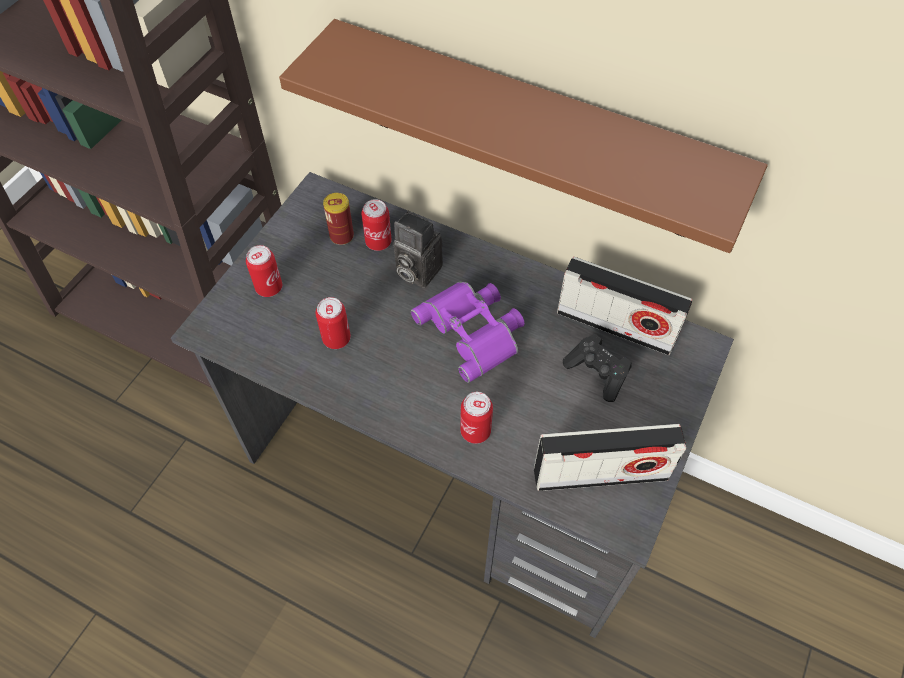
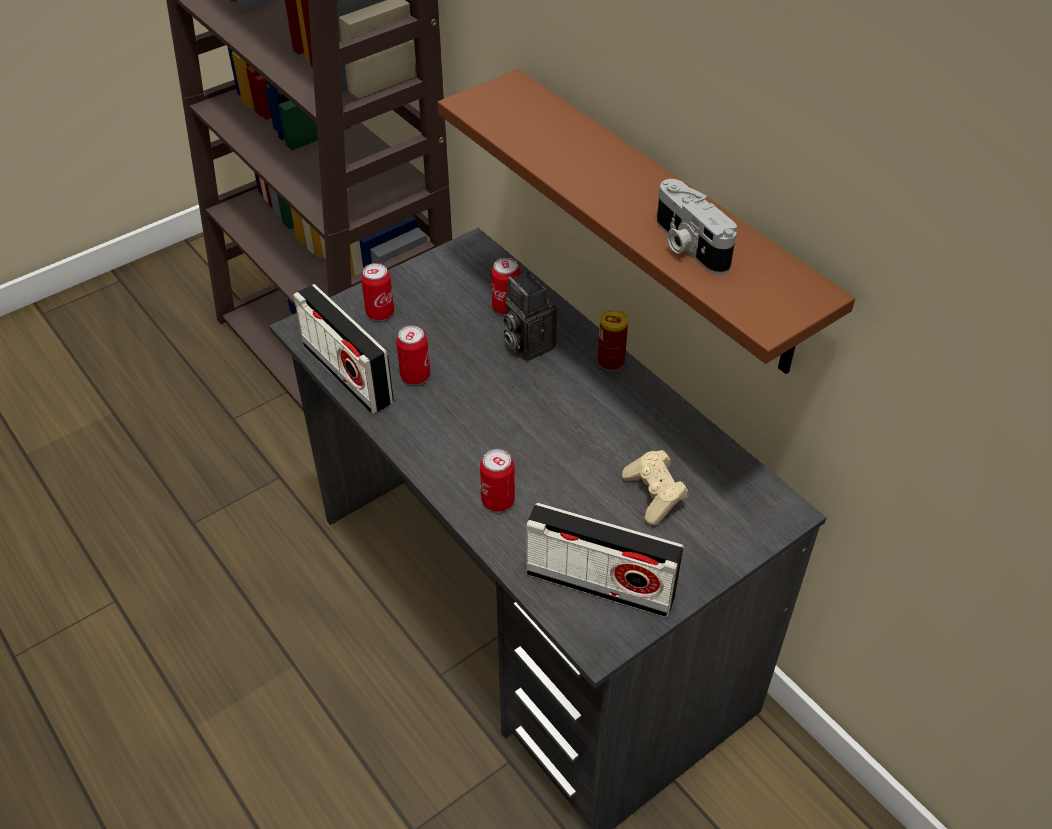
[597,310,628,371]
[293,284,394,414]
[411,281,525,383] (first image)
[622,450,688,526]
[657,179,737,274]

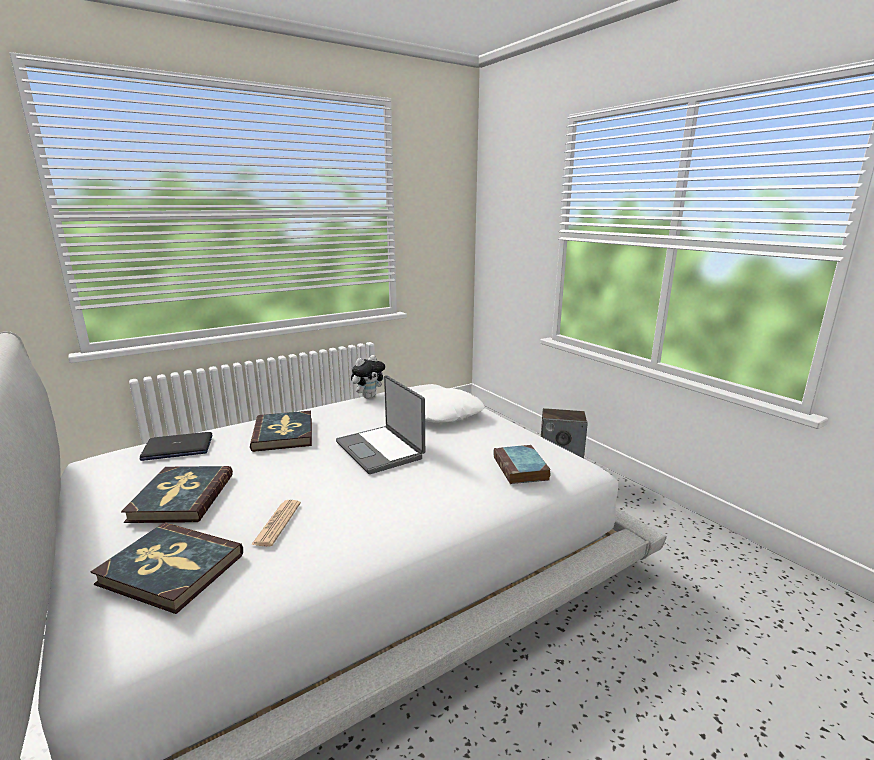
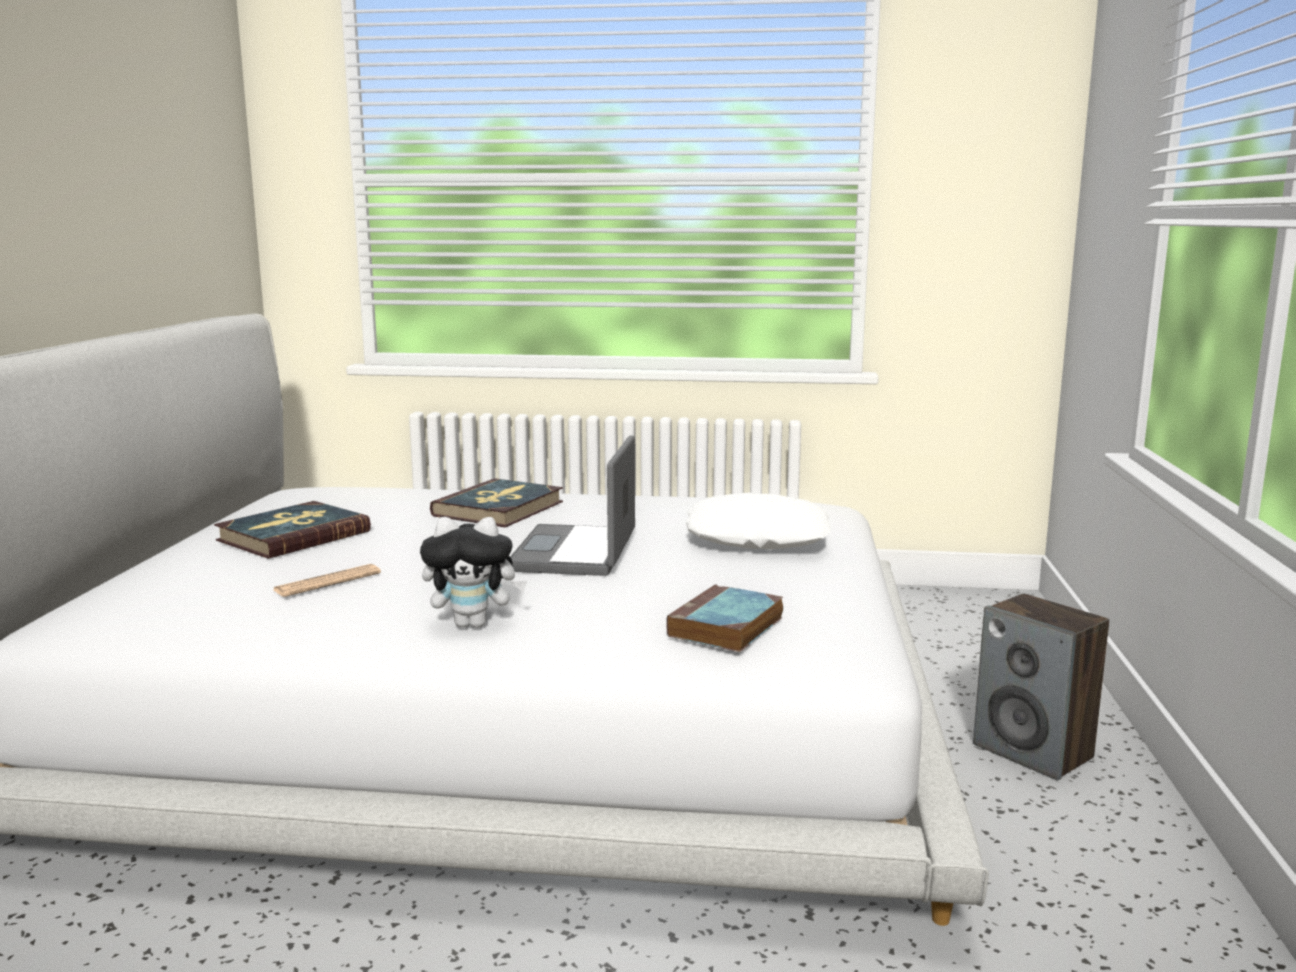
[420,517,527,628]
[139,432,213,461] (first image)
[90,523,243,614] (first image)

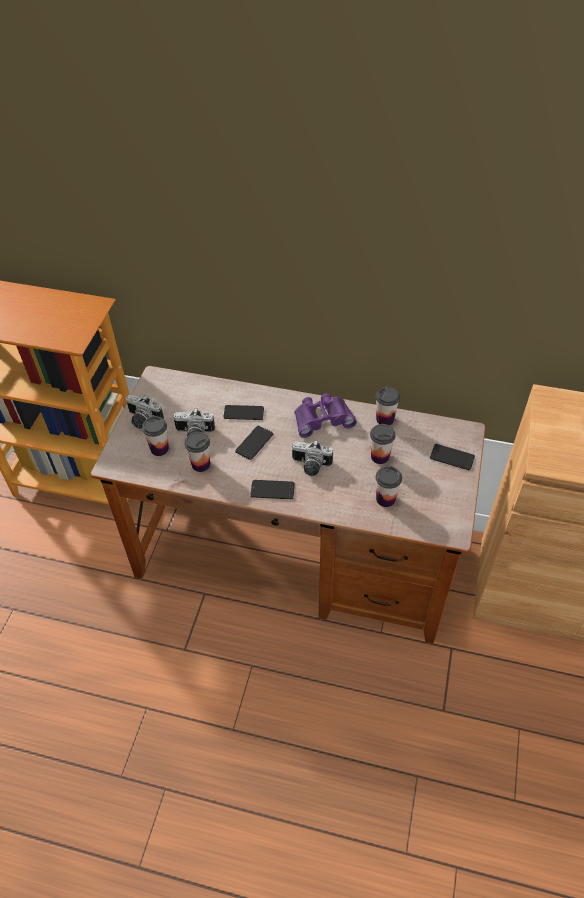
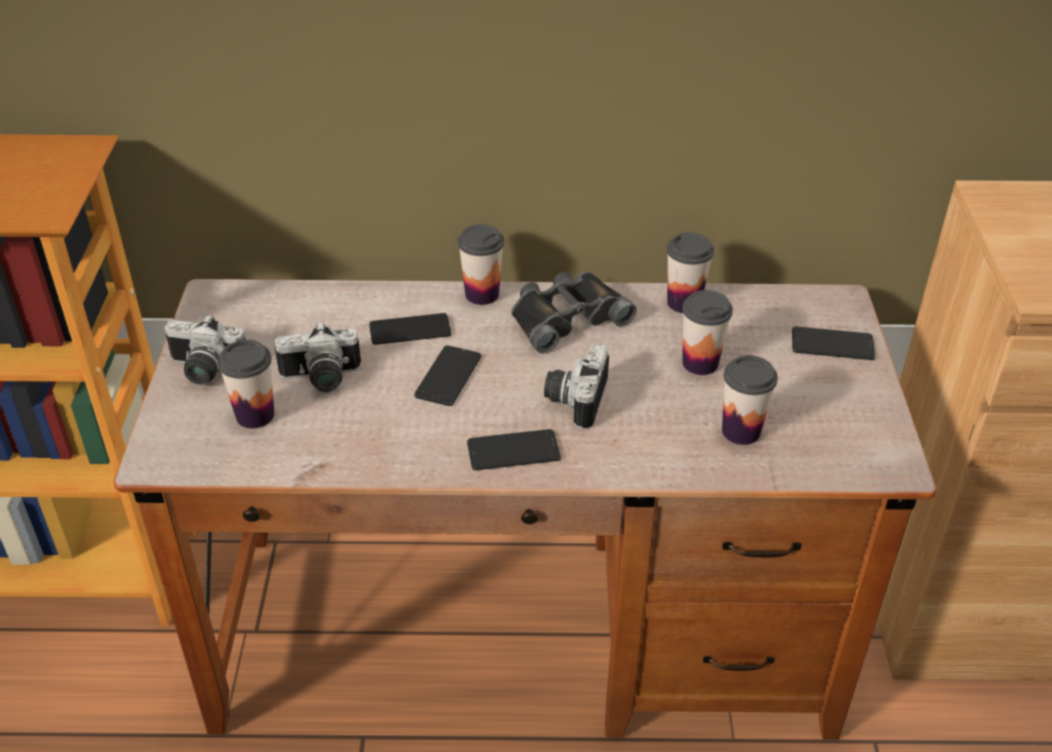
[511,271,637,353]
[458,224,504,305]
[544,344,609,430]

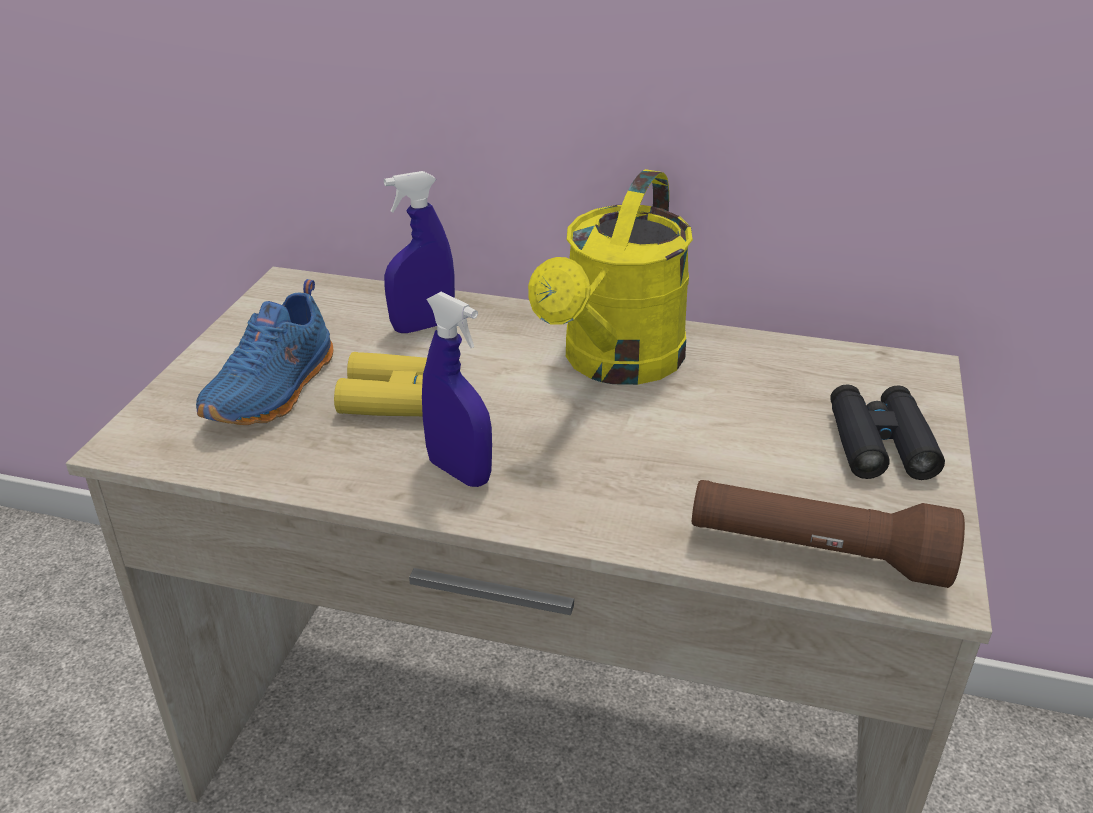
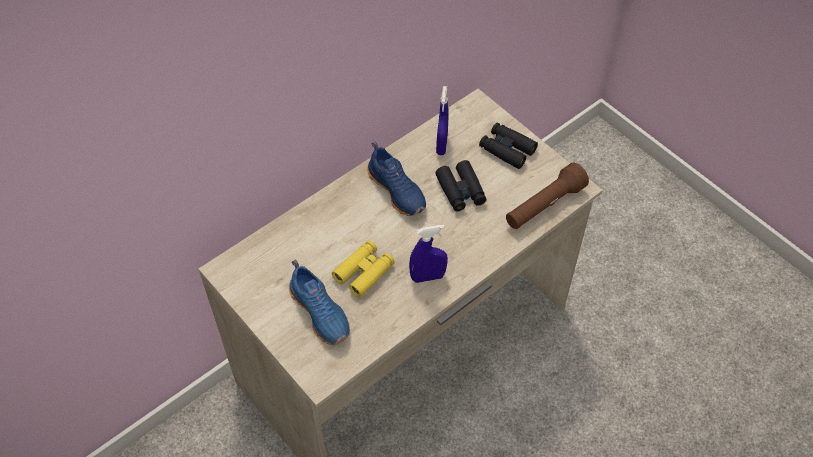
[367,141,426,216]
[436,86,449,155]
[435,160,487,211]

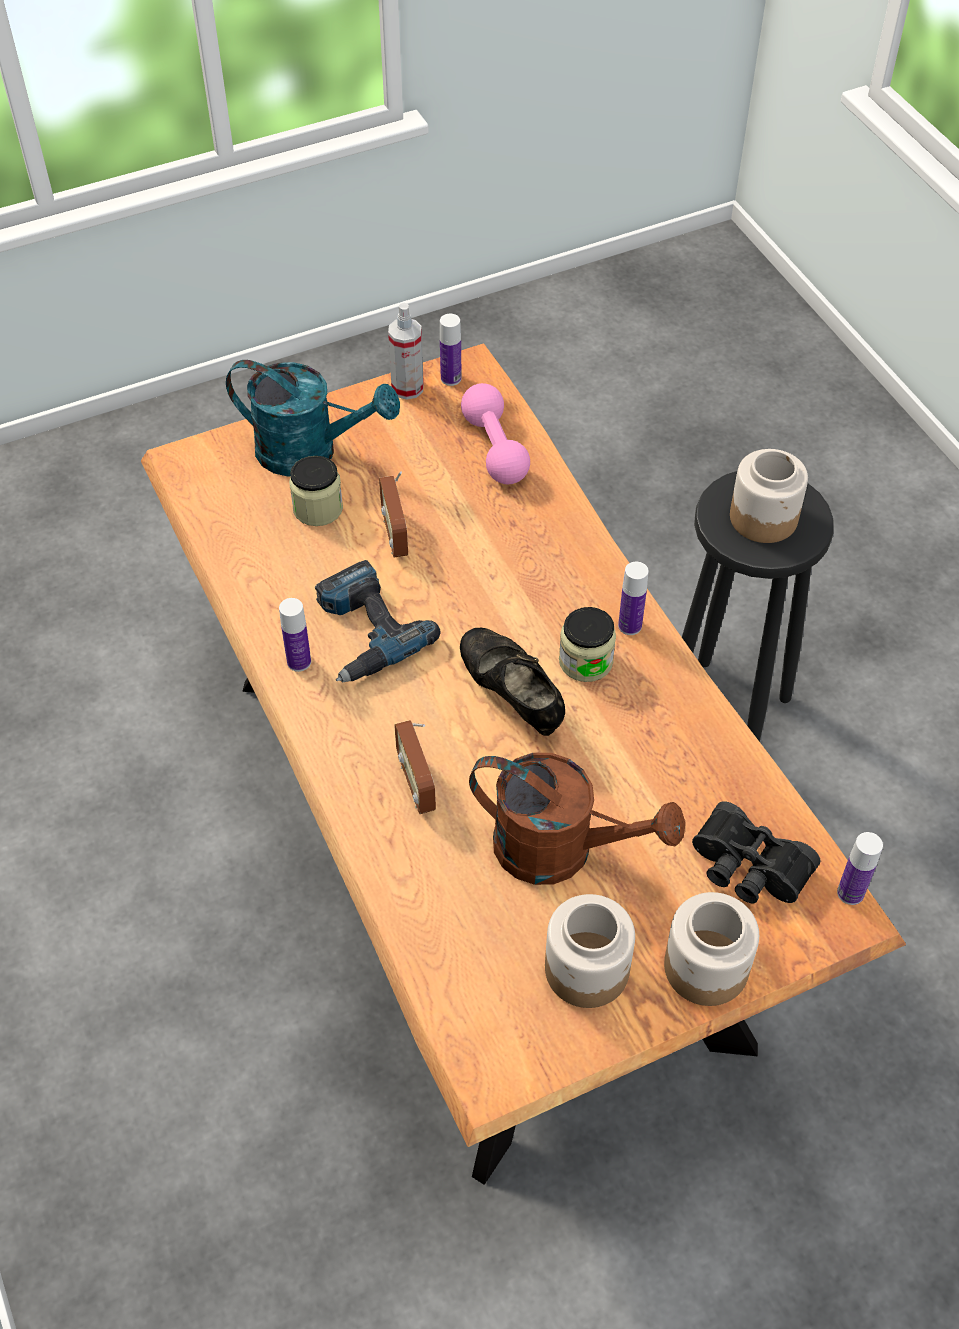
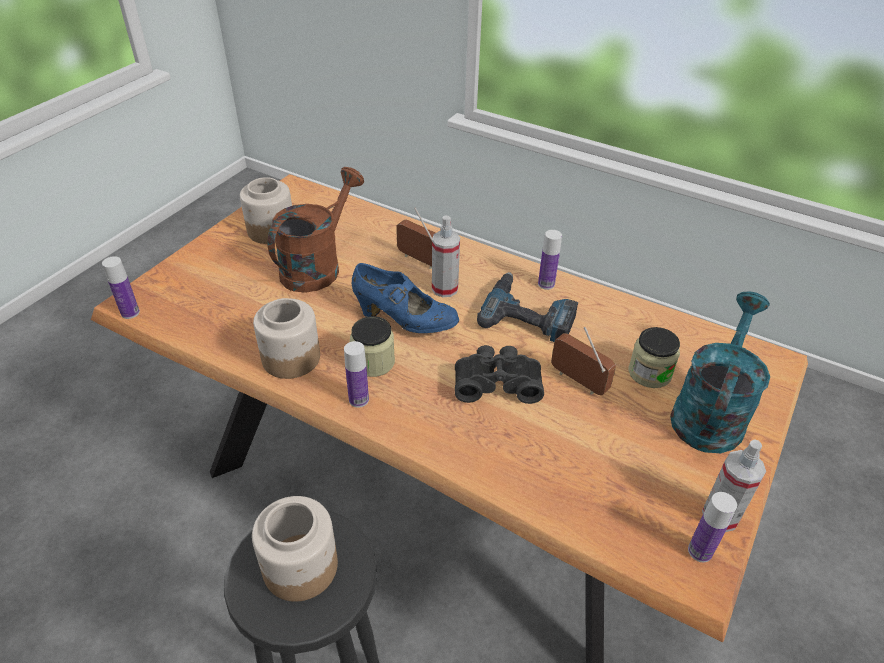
[670,292,770,453]
[461,383,530,485] (first image)
[352,263,459,333]
[268,167,364,293]
[455,345,544,404]
[253,298,320,379]
[432,215,460,297]

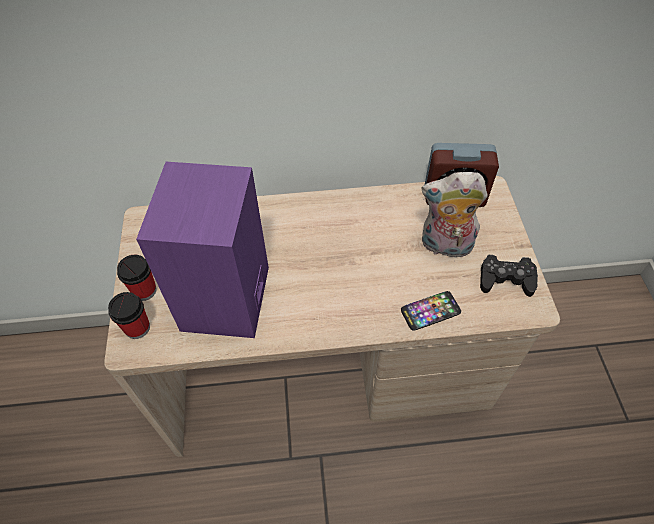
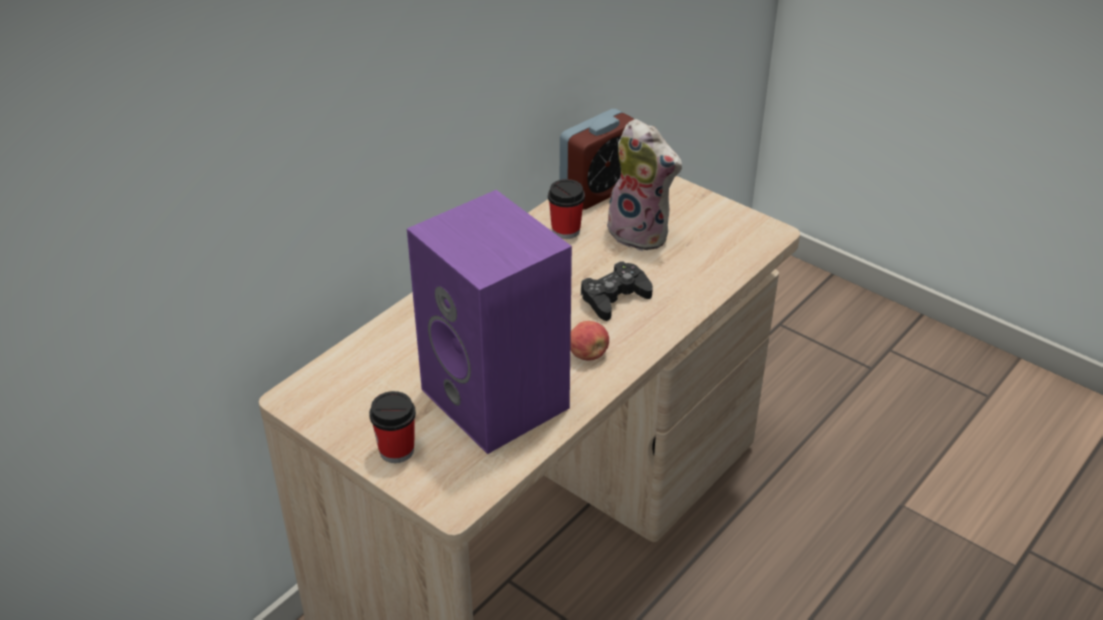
[607,119,682,251]
[581,261,653,321]
[401,291,461,331] (first image)
[548,179,585,239]
[570,321,609,361]

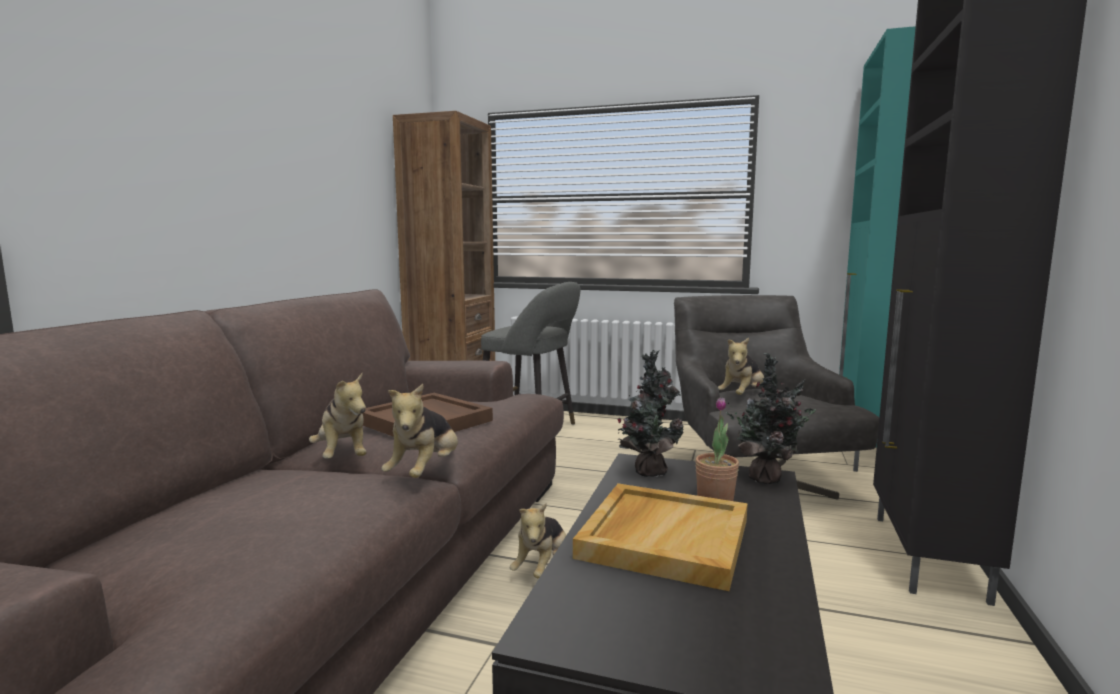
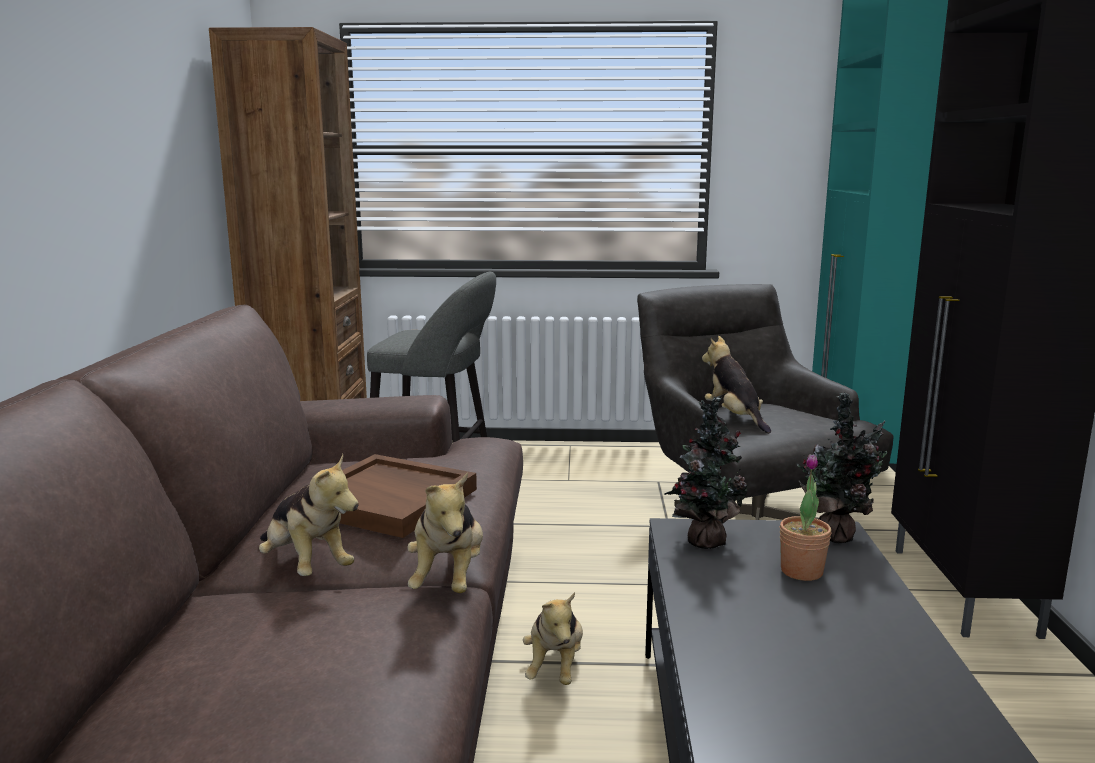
[702,336,771,433]
[573,483,748,591] (first image)

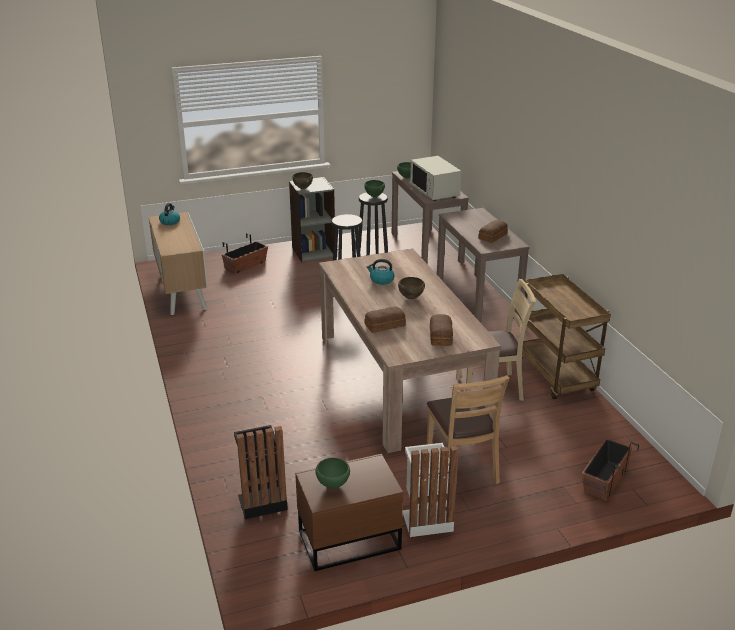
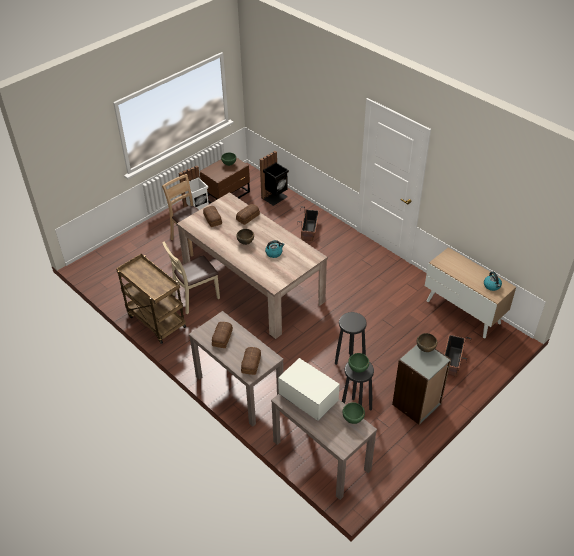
[297,207,319,241]
[241,347,261,375]

